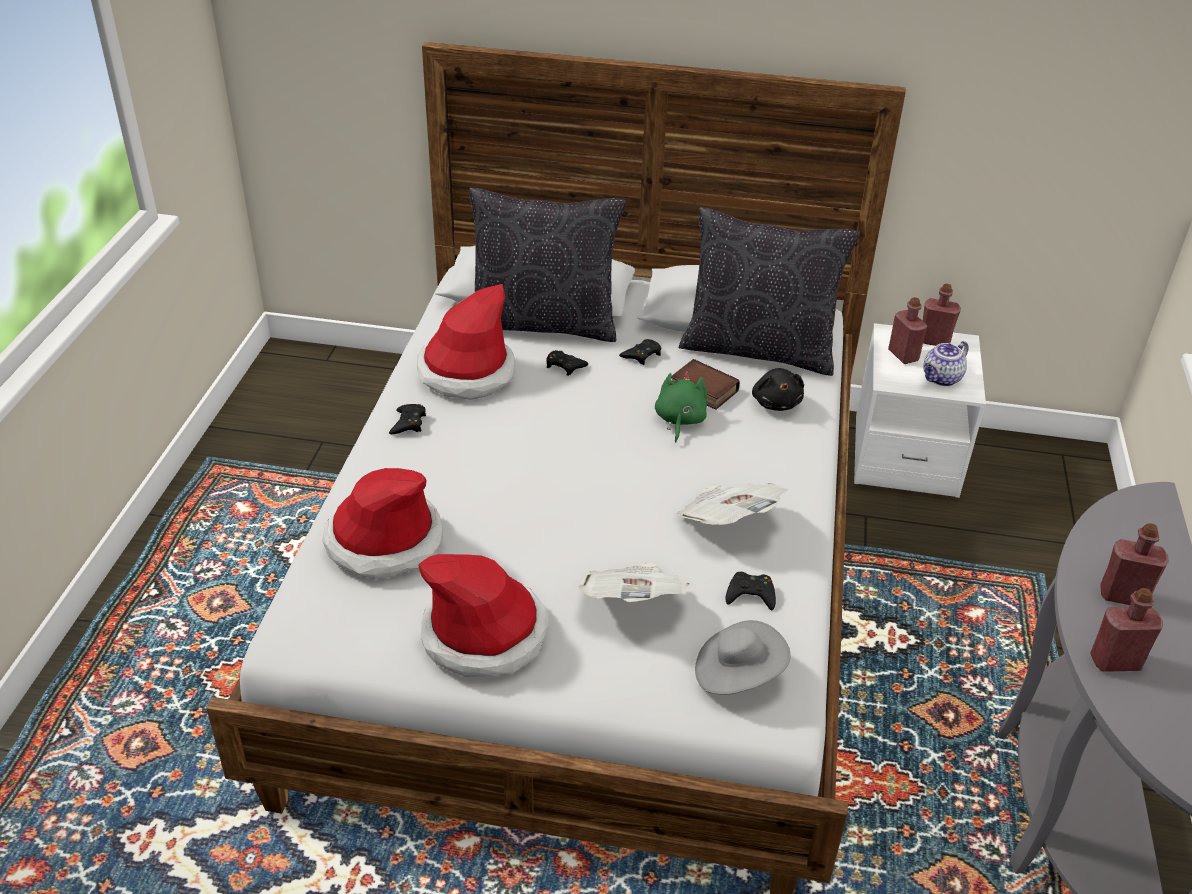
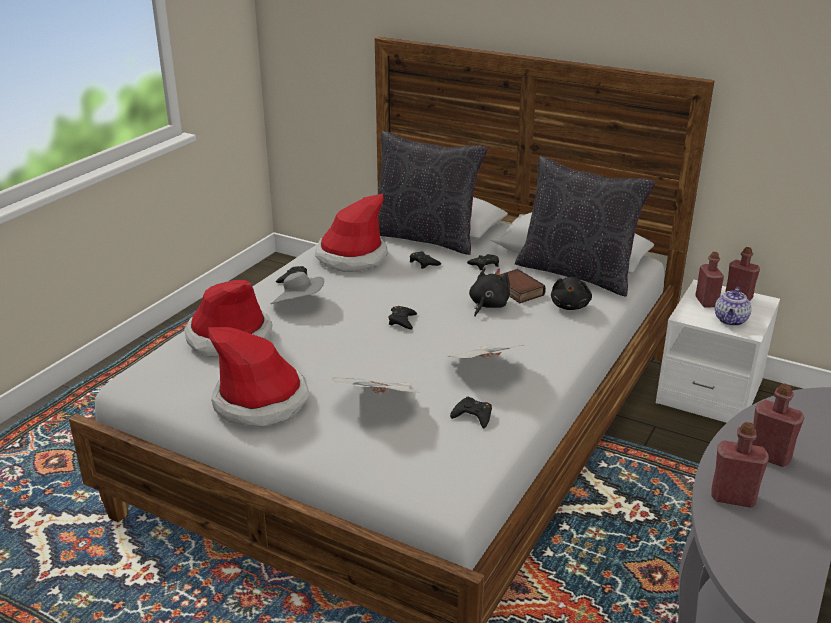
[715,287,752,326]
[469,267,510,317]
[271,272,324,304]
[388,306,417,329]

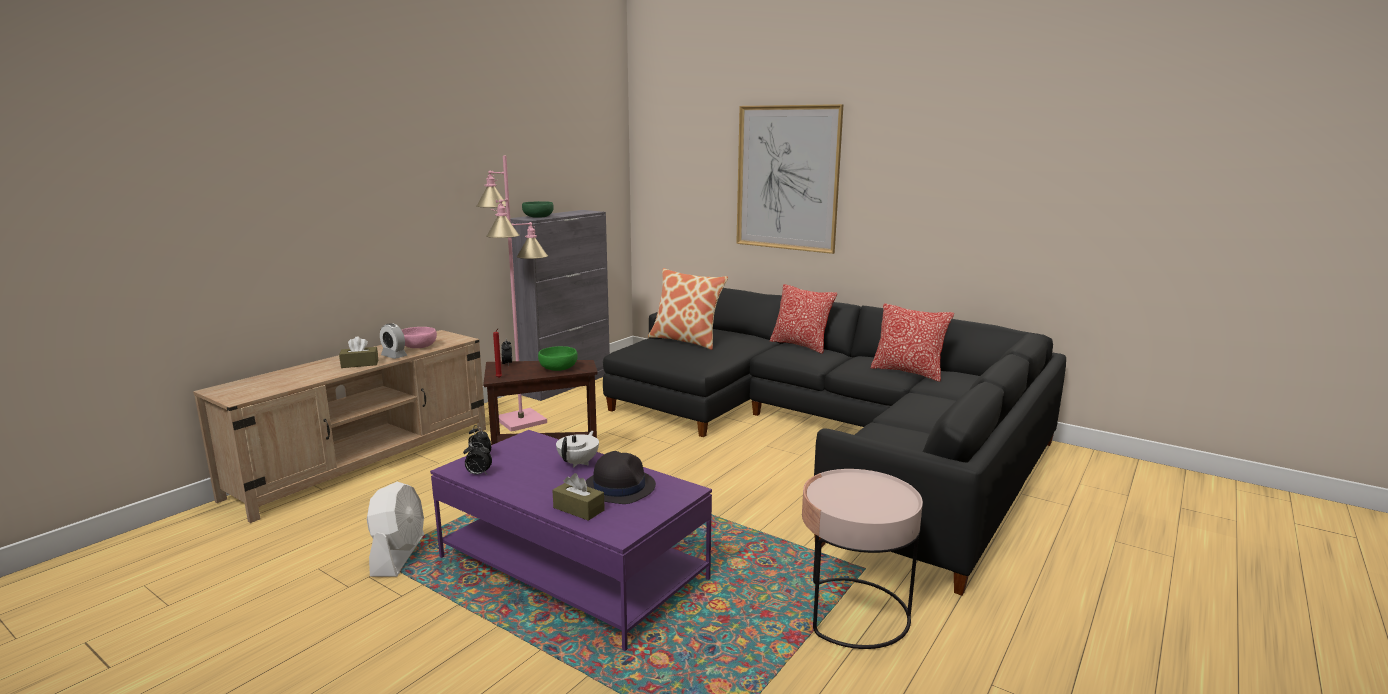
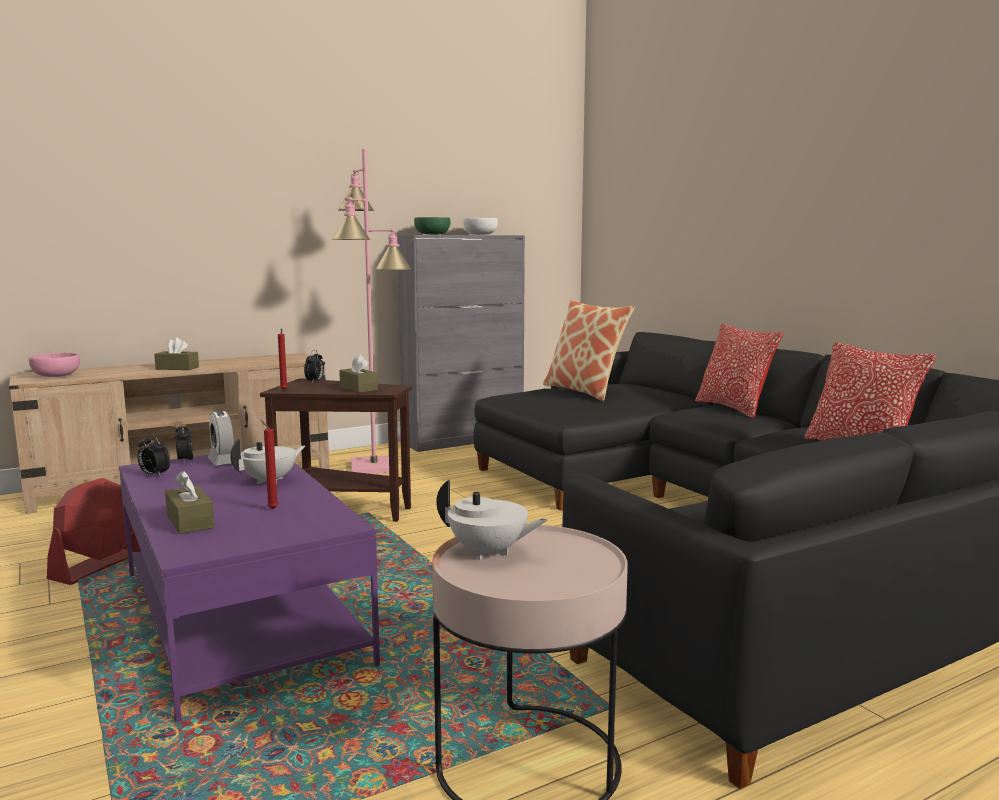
[736,104,844,254] (first image)
[208,411,234,465]
[29,353,80,377]
[339,354,378,393]
[260,420,279,509]
[47,478,141,585]
[463,218,498,235]
[436,480,547,560]

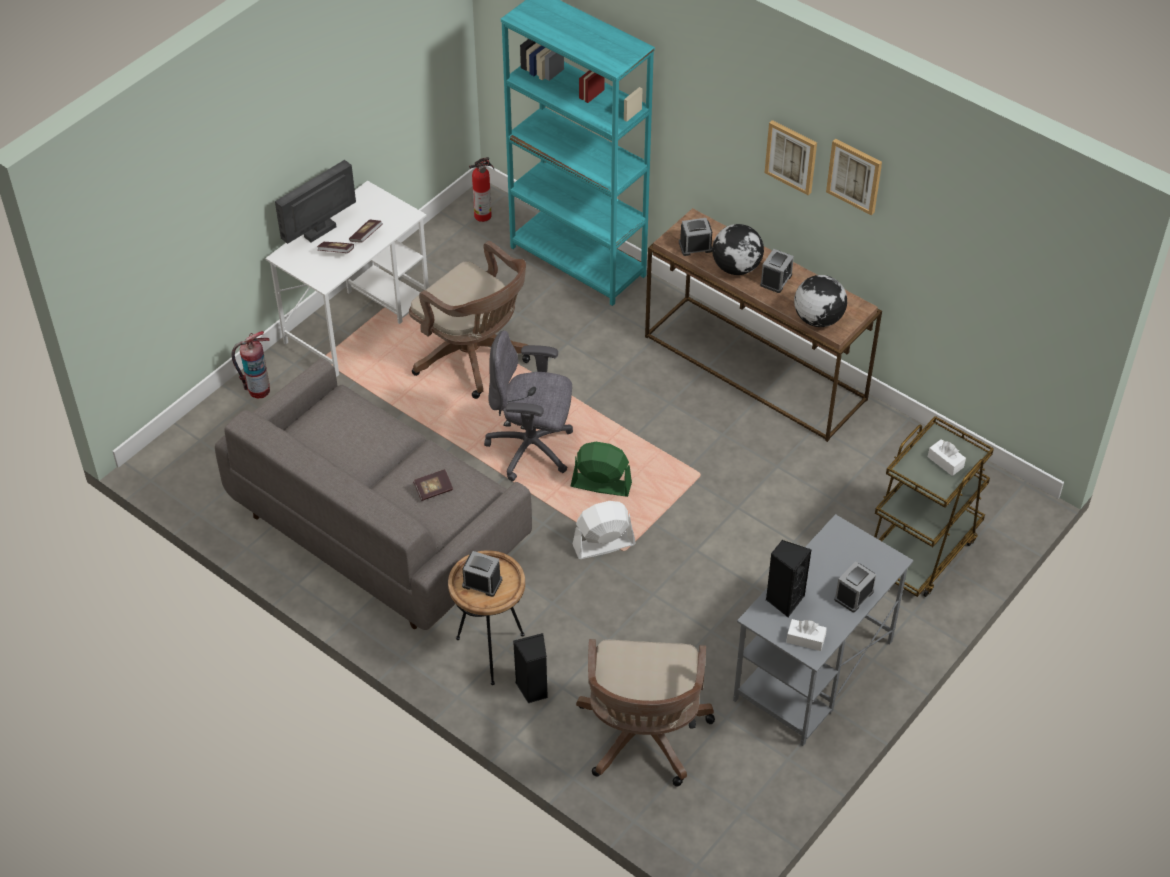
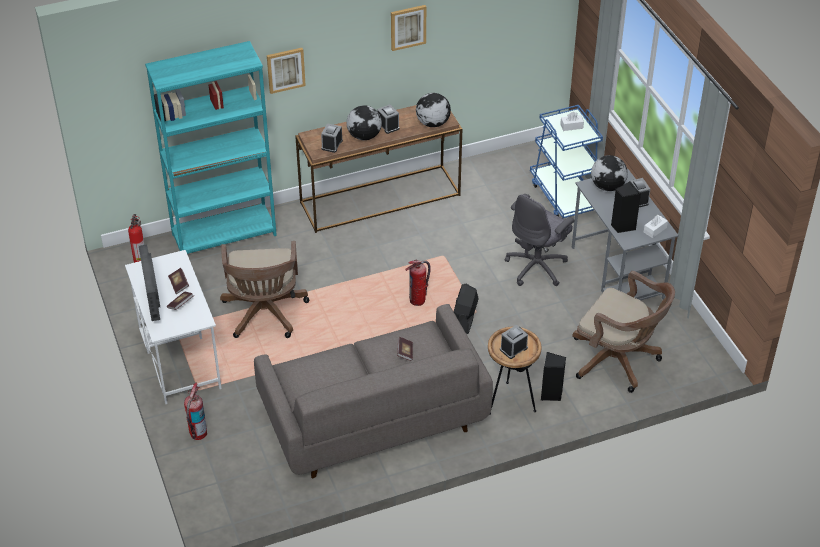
[267,48,306,94]
[220,241,309,338]
[505,194,575,286]
[530,105,603,218]
[406,260,431,306]
[454,284,479,334]
[591,155,628,191]

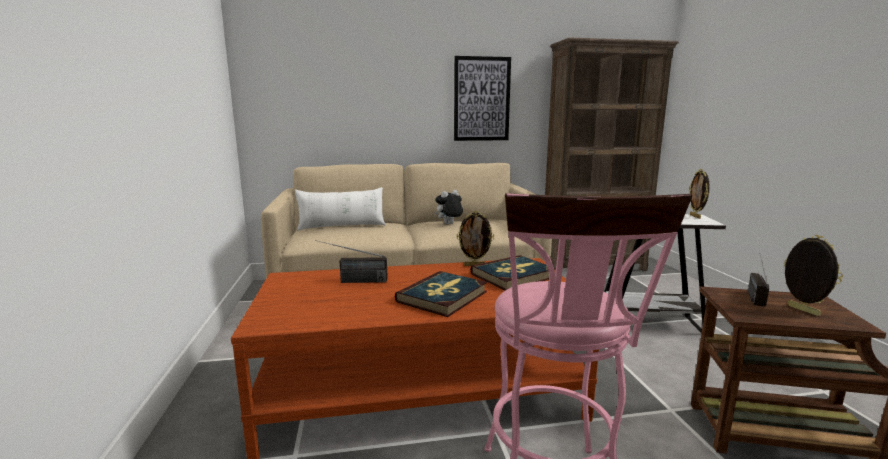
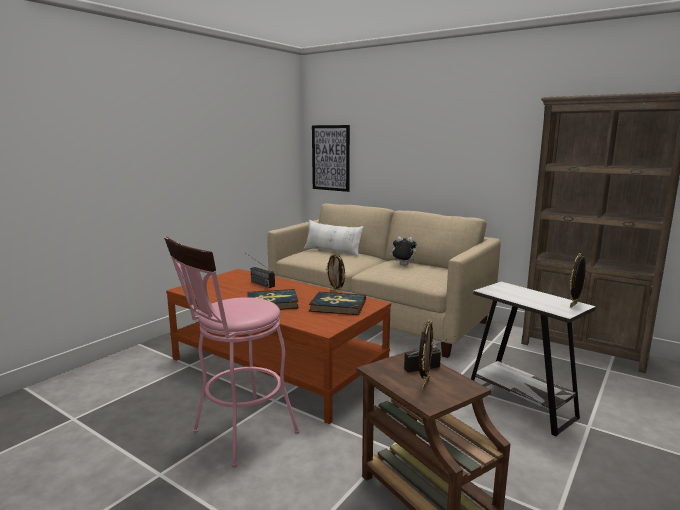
[312,125,350,192]

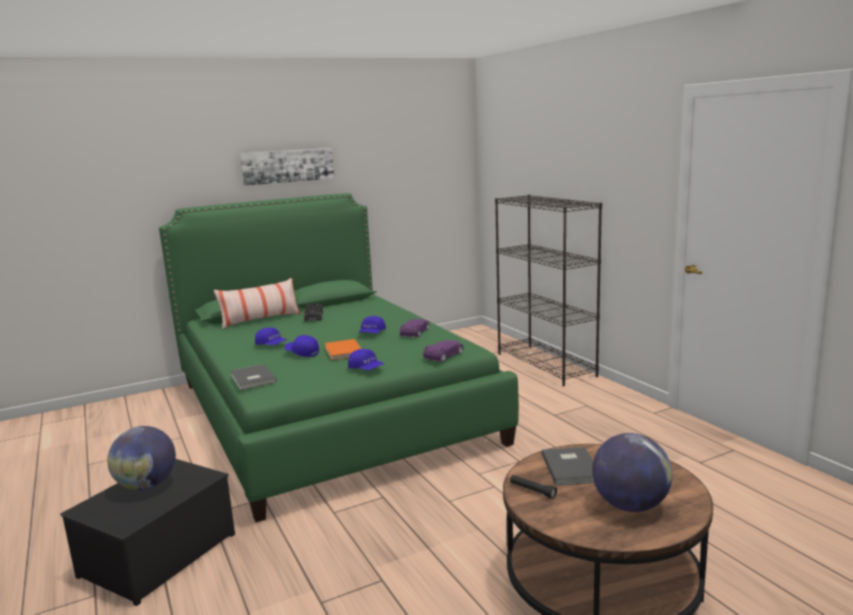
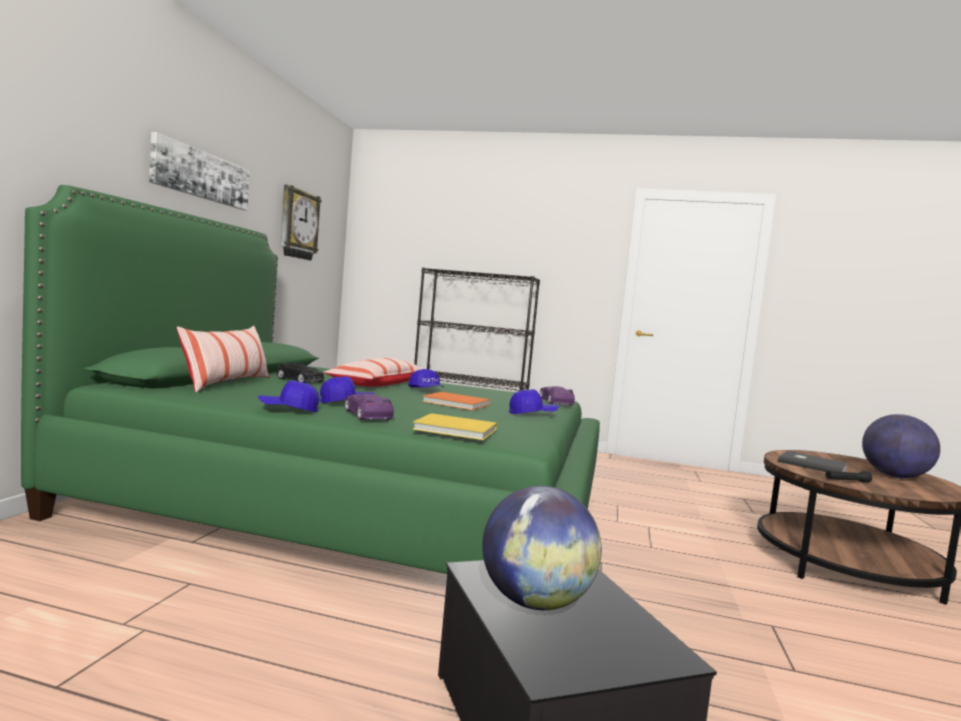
[345,394,394,420]
[258,380,319,412]
[412,413,497,440]
[280,185,322,260]
[324,358,423,387]

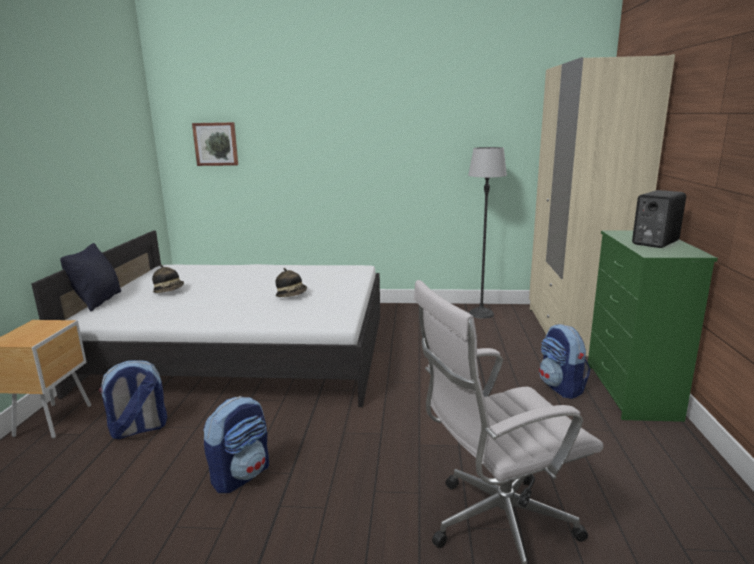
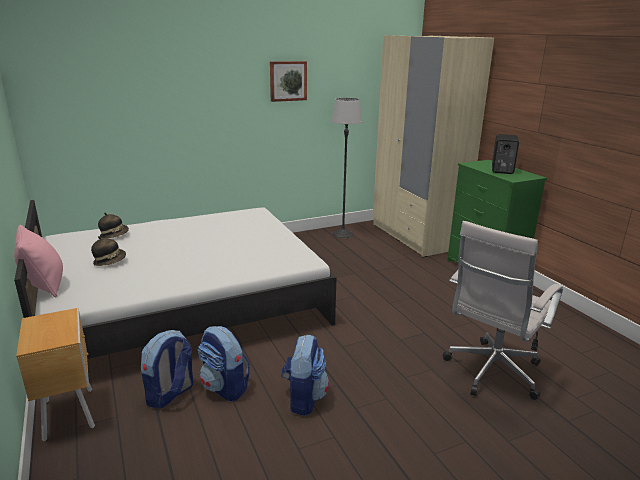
[270,61,307,102]
[14,225,63,297]
[98,213,129,238]
[198,326,250,401]

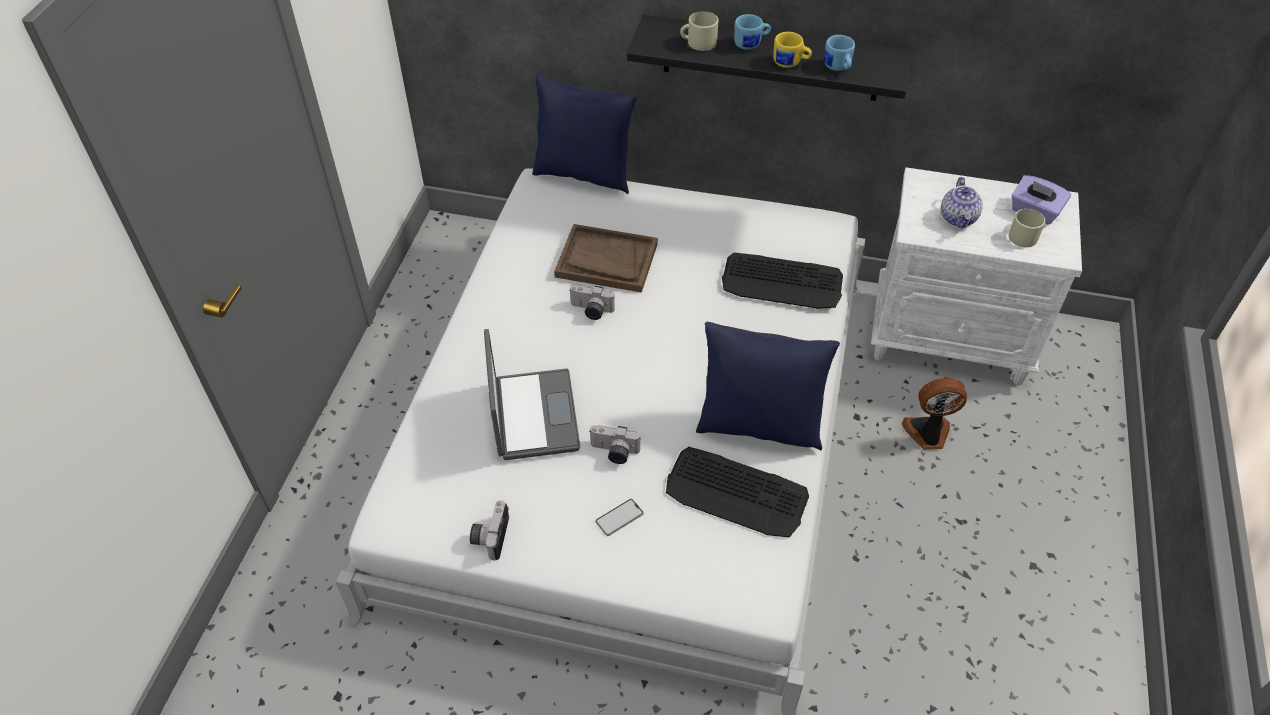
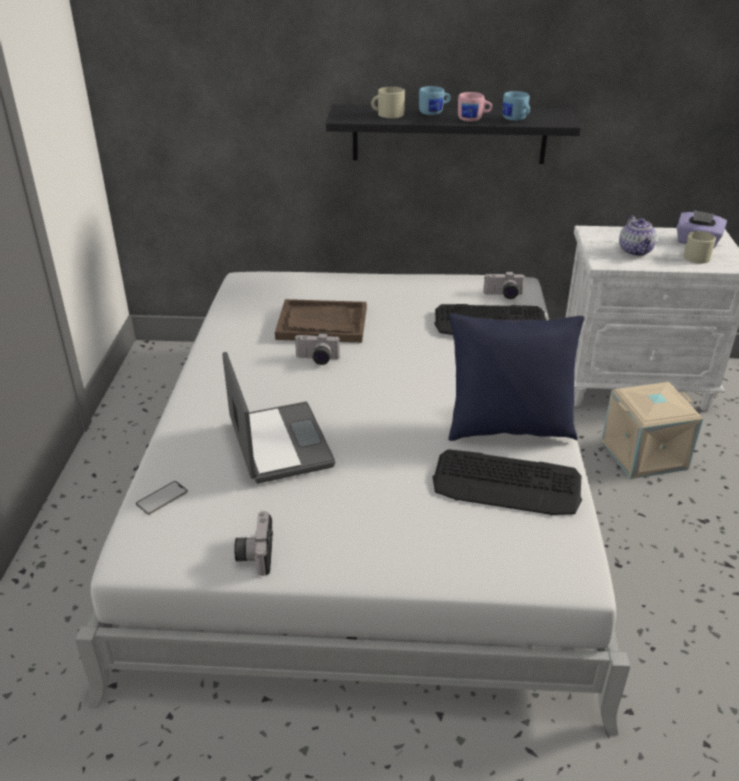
[458,92,492,122]
[532,75,638,194] (first image)
[601,382,703,479]
[483,271,525,299]
[136,481,188,515]

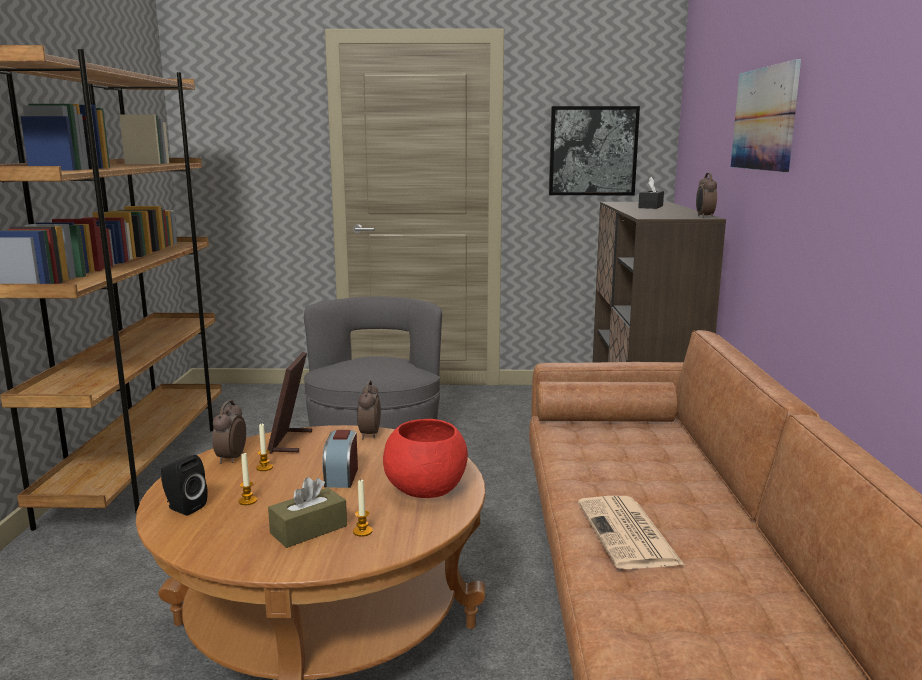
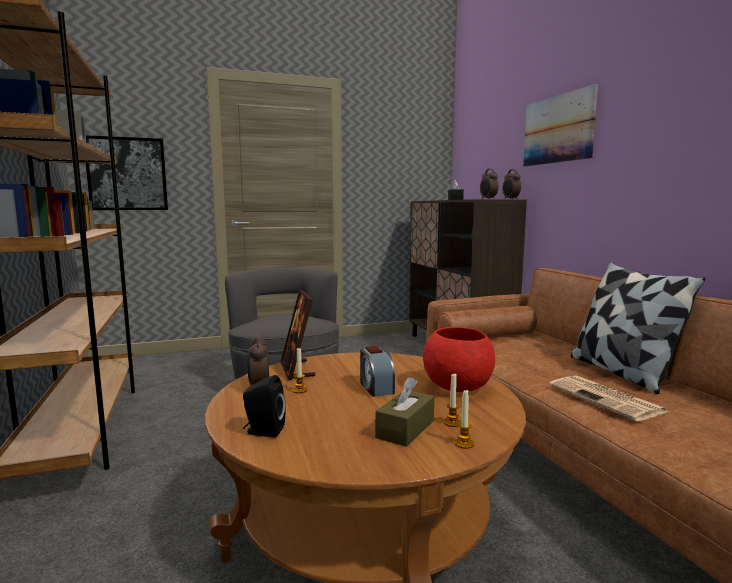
[86,135,168,210]
[480,169,498,199]
[454,390,474,449]
[571,262,706,394]

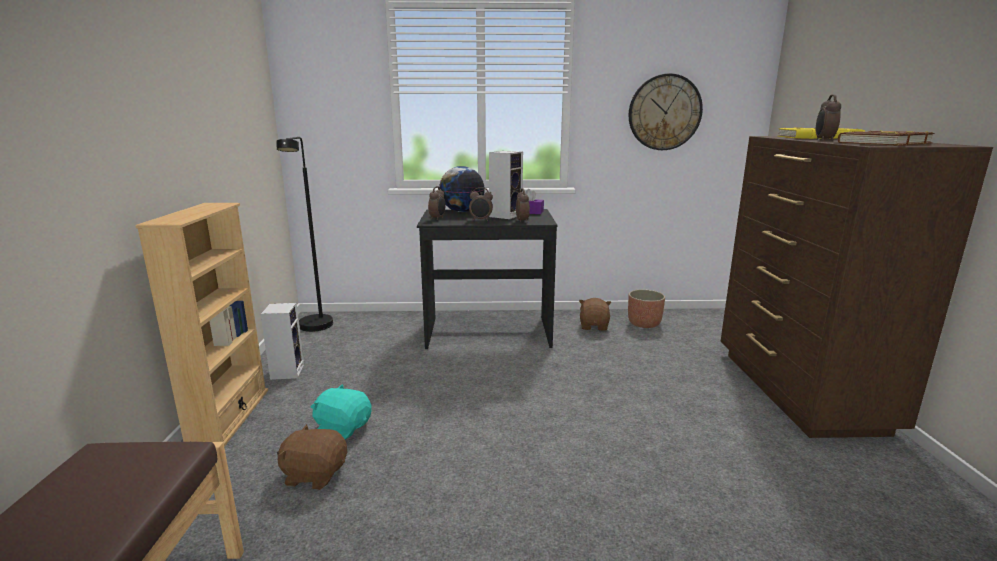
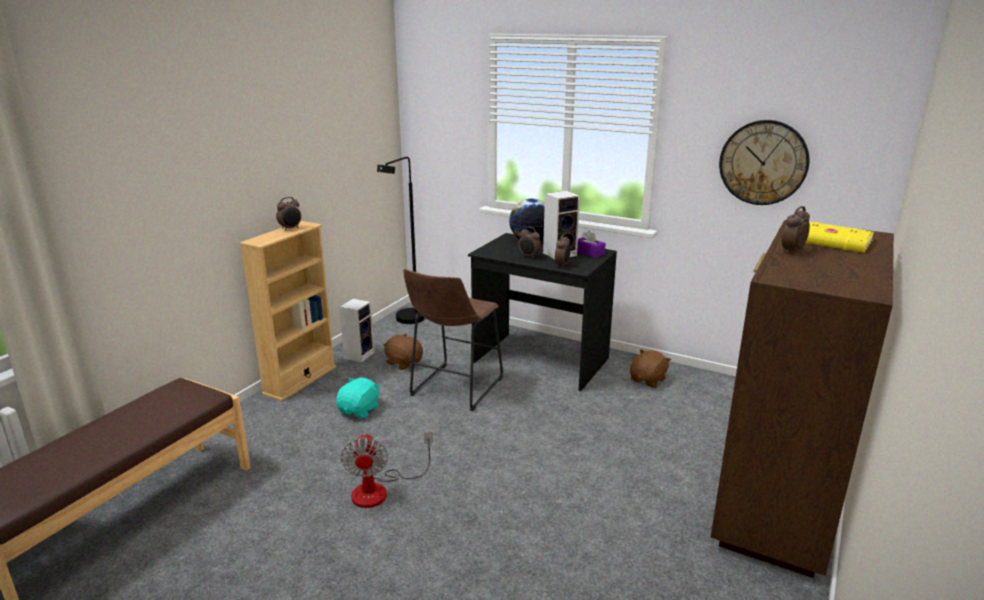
[838,130,935,146] (first image)
[276,197,301,231]
[628,290,665,328] (first image)
[336,377,380,418]
[383,334,423,370]
[403,269,503,411]
[341,432,433,508]

